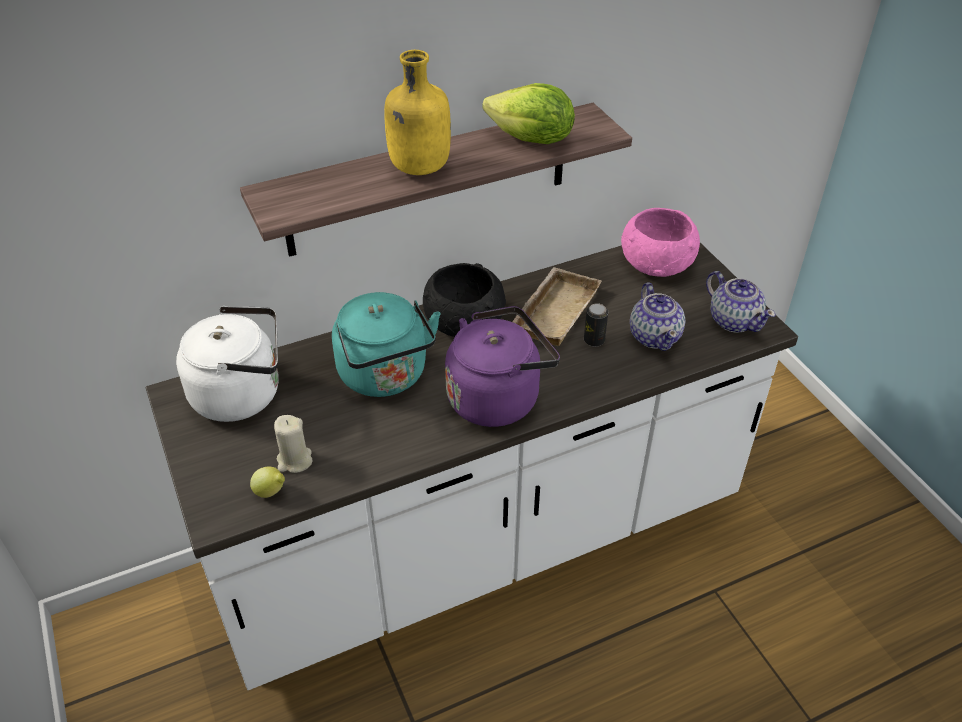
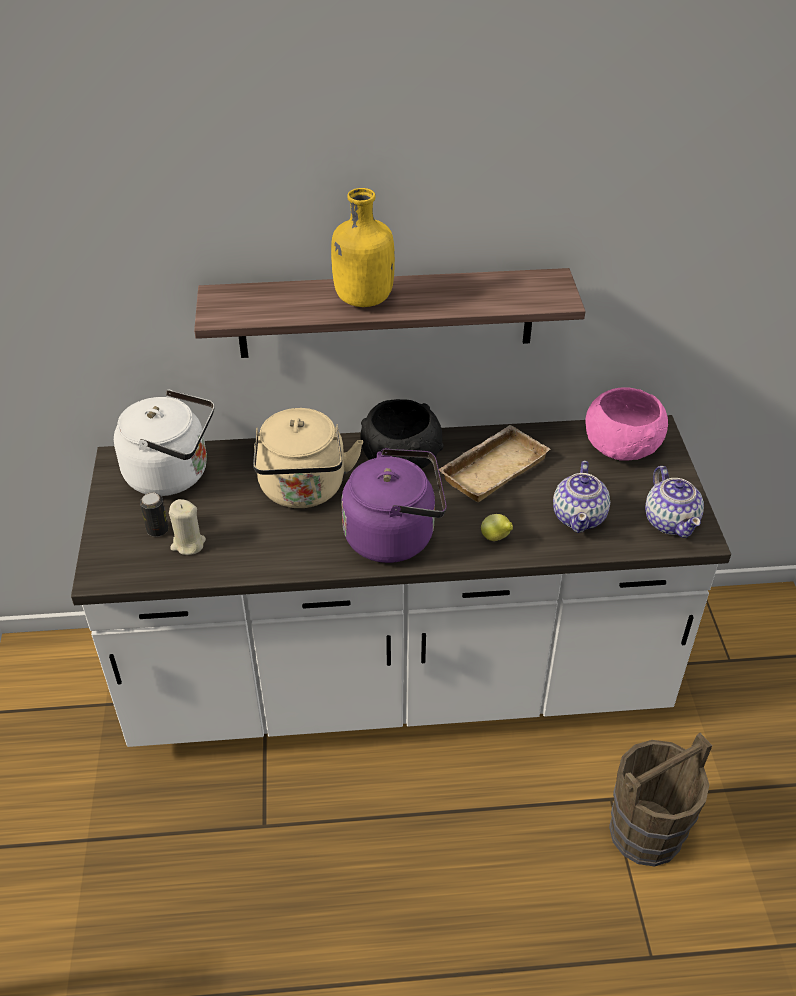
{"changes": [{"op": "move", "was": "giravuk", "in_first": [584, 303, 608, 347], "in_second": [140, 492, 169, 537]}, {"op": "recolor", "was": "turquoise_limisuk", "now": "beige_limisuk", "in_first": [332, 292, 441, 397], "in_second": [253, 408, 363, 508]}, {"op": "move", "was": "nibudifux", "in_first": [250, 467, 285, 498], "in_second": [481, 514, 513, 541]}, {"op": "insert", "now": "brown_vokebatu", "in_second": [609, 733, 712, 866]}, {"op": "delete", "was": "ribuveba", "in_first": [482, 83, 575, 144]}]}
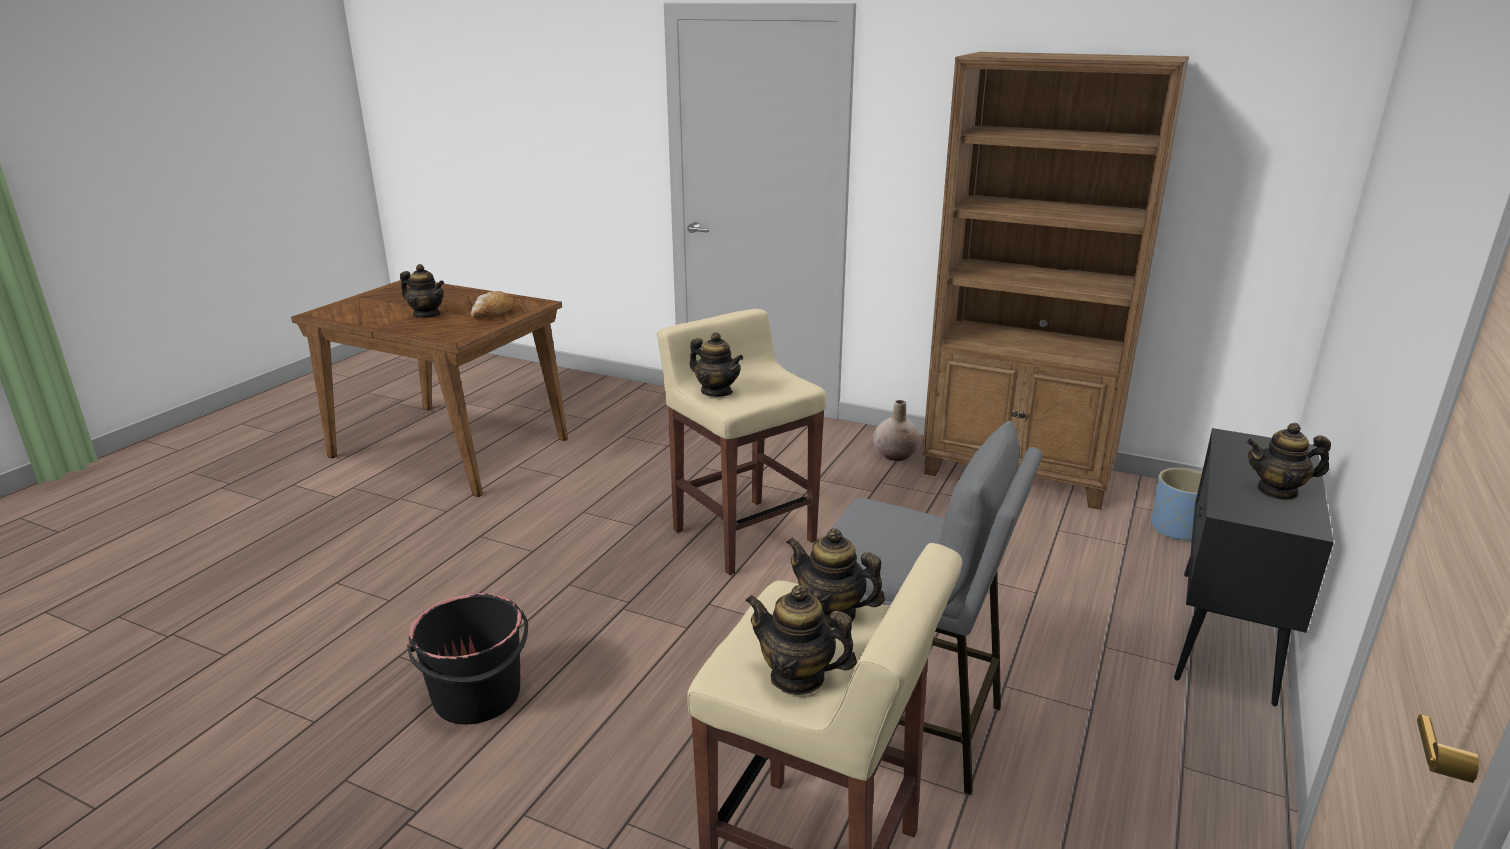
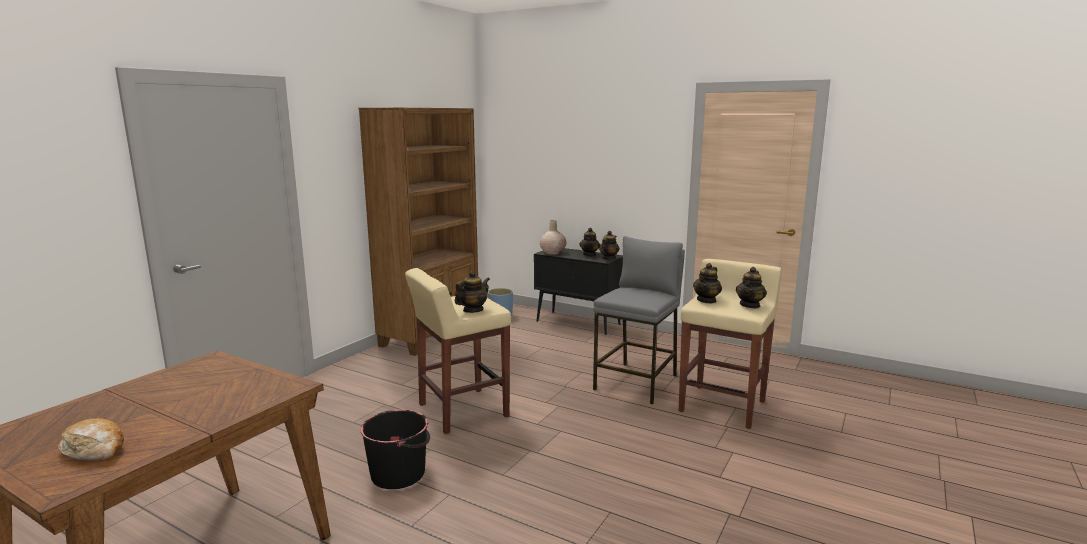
{"changes": [{"op": "move", "was": "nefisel", "in_first": [471, 291, 514, 318], "in_second": [58, 418, 124, 461]}, {"op": "move", "was": "black_vokebatu", "in_first": [407, 593, 528, 724], "in_second": [360, 409, 430, 489]}, {"op": "move", "was": "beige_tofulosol", "in_first": [873, 400, 921, 461], "in_second": [540, 220, 566, 255]}, {"op": "move", "was": "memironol", "in_first": [400, 264, 444, 318], "in_second": [599, 231, 619, 260]}]}
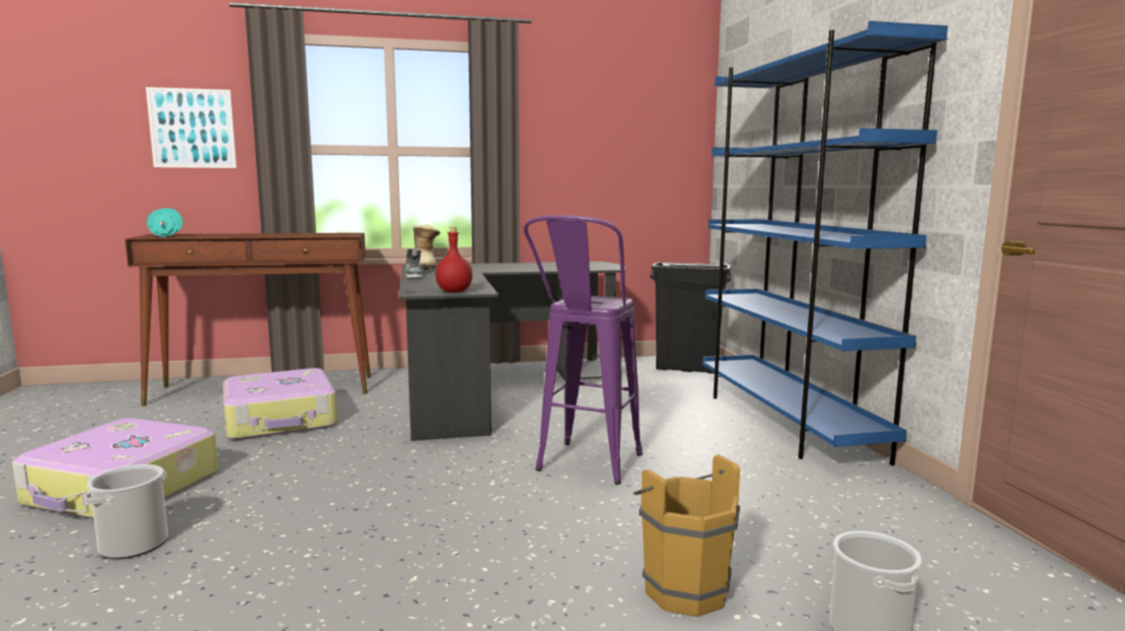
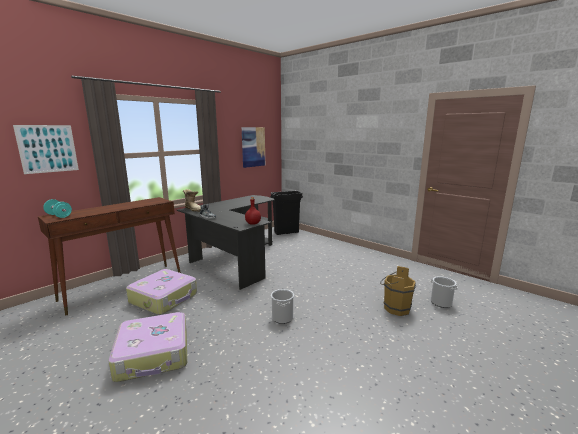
{"changes": [{"op": "insert", "now": "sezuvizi", "in_second": [242, 127, 265, 168]}, {"op": "move", "was": "vokebatu", "in_first": [84, 464, 168, 559], "in_second": [271, 289, 294, 324]}, {"op": "delete", "was": "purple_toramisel", "in_first": [524, 215, 643, 485]}, {"op": "delete", "was": "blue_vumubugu", "in_first": [702, 21, 948, 466]}]}
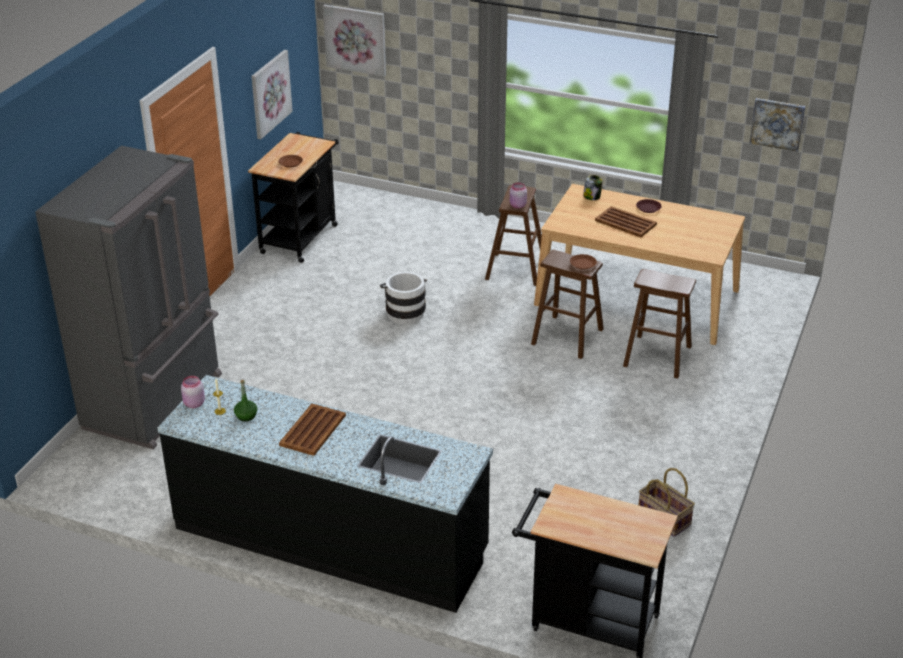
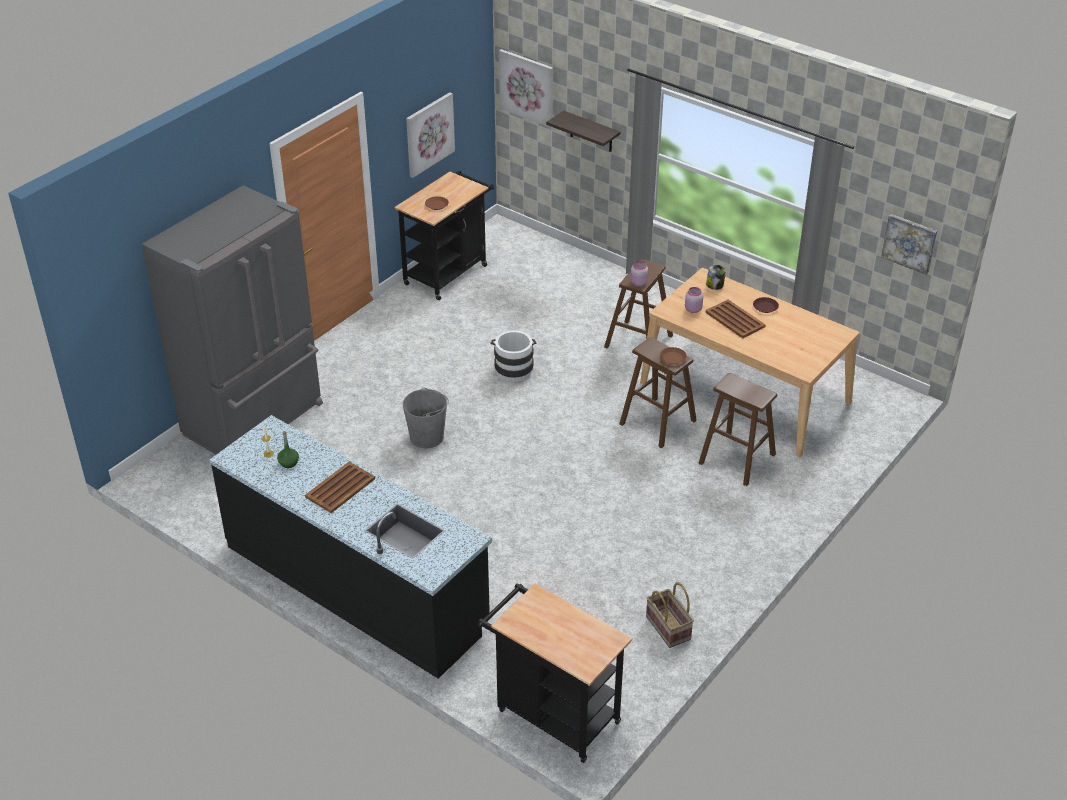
{"changes": [{"op": "insert", "now": "grey_vokebatu", "in_second": [403, 388, 449, 448]}, {"op": "insert", "now": "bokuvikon", "in_second": [546, 111, 620, 152]}, {"op": "move", "was": "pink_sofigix", "in_first": [181, 376, 205, 408], "in_second": [685, 287, 703, 313]}]}
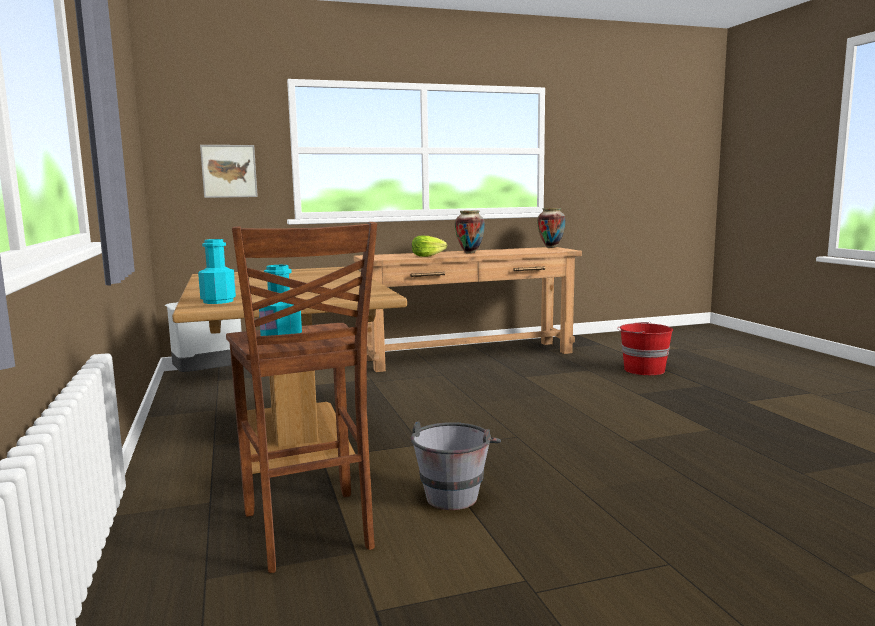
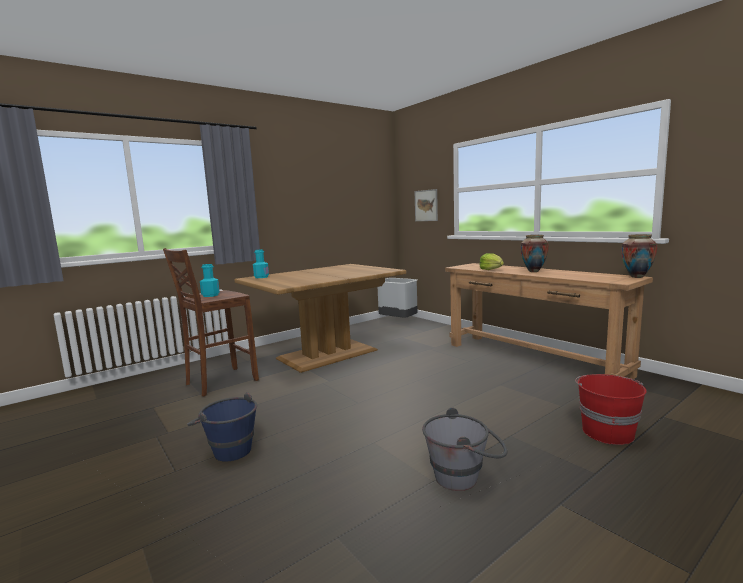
{"changes": [{"op": "insert", "now": "blue_vokebatu", "in_second": [187, 392, 257, 462]}, {"op": "move", "was": "grey_vokebatu", "in_first": [411, 422, 501, 510], "in_second": [422, 408, 508, 491]}]}
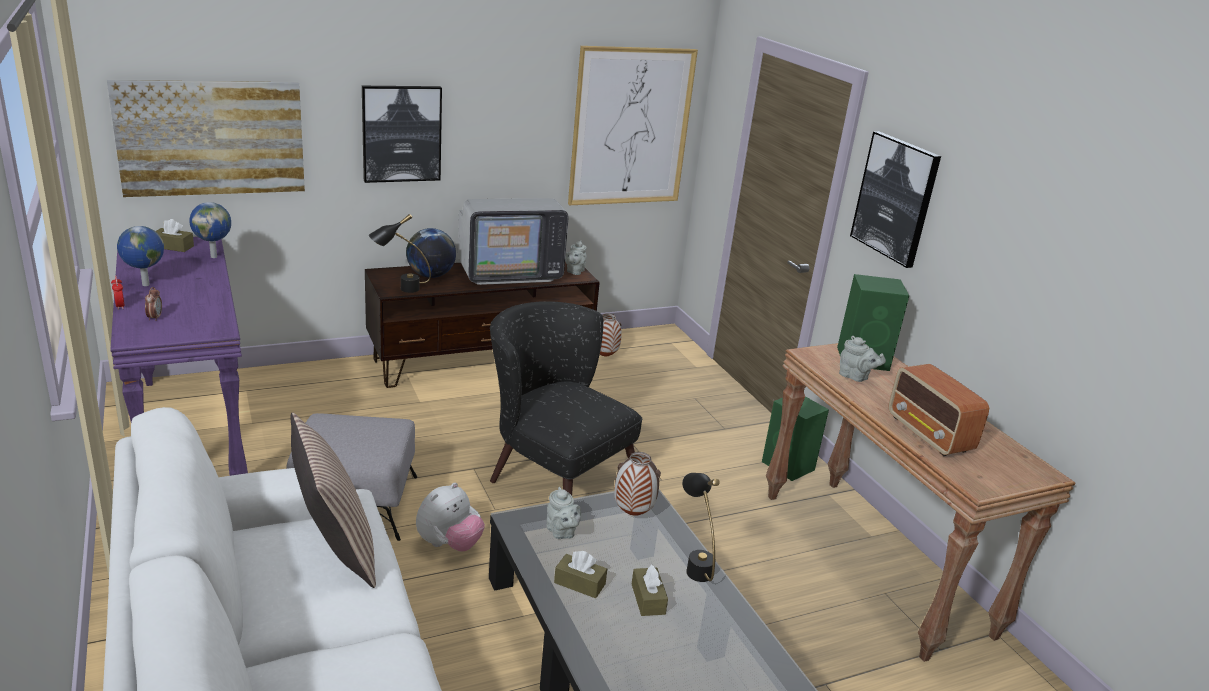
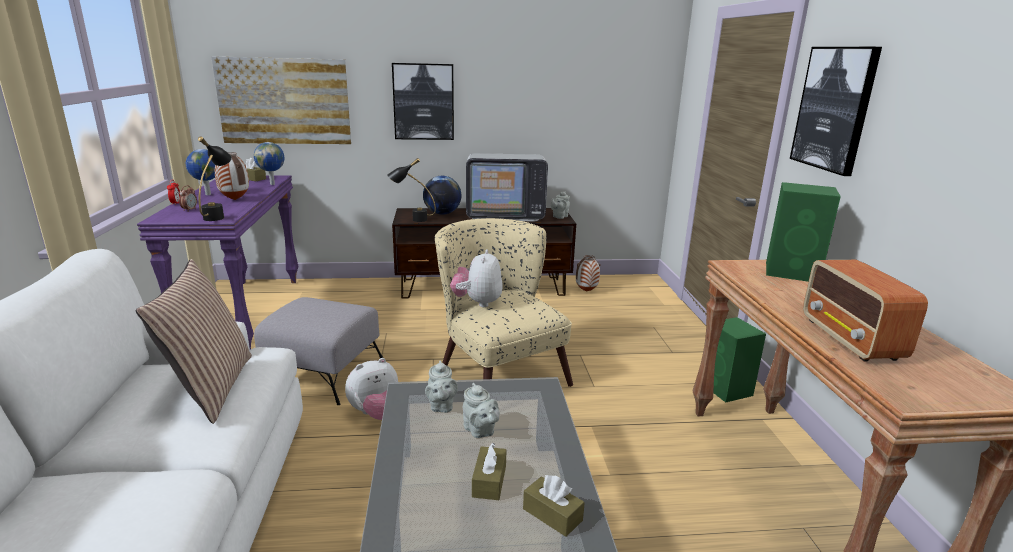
{"changes": [{"op": "move", "was": "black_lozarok", "in_first": [682, 473, 720, 582], "in_second": [198, 136, 232, 221]}, {"op": "move", "was": "tofulosol", "in_first": [614, 452, 661, 516], "in_second": [215, 152, 249, 200]}, {"op": "recolor", "was": "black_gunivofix", "now": "beige_gunivofix", "in_first": [490, 301, 643, 495], "in_second": [435, 218, 573, 387]}, {"op": "insert", "now": "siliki", "in_second": [450, 249, 503, 307]}, {"op": "move", "was": "grey_memironol", "in_first": [839, 336, 886, 382], "in_second": [463, 383, 500, 438]}, {"op": "move", "was": "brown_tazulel", "in_first": [554, 551, 607, 598], "in_second": [523, 475, 585, 537]}, {"op": "delete", "was": "sezuvizi", "in_first": [568, 46, 698, 205]}]}
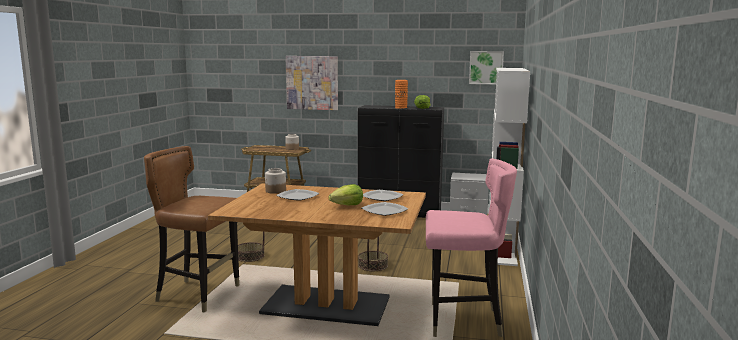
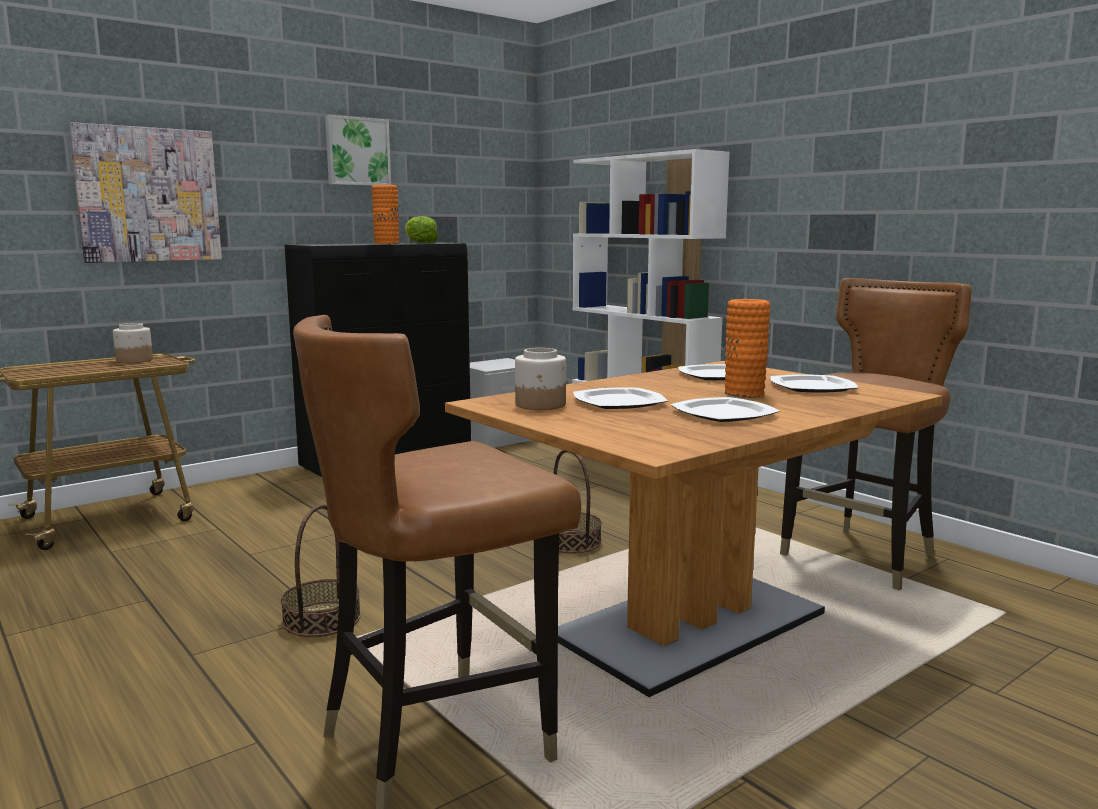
{"changes": [{"op": "move", "was": "sezuvizi", "in_first": [469, 51, 504, 85], "in_second": [325, 115, 391, 186]}, {"op": "insert", "now": "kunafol", "in_second": [670, 397, 780, 422]}, {"op": "replace", "was": "ribuveba", "now": "orange_tofulosol", "in_first": [328, 184, 363, 205], "in_second": [725, 299, 771, 398]}, {"op": "recolor", "was": "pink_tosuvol", "now": "brown_tosuvol", "in_first": [426, 159, 517, 337], "in_second": [780, 278, 972, 591]}]}
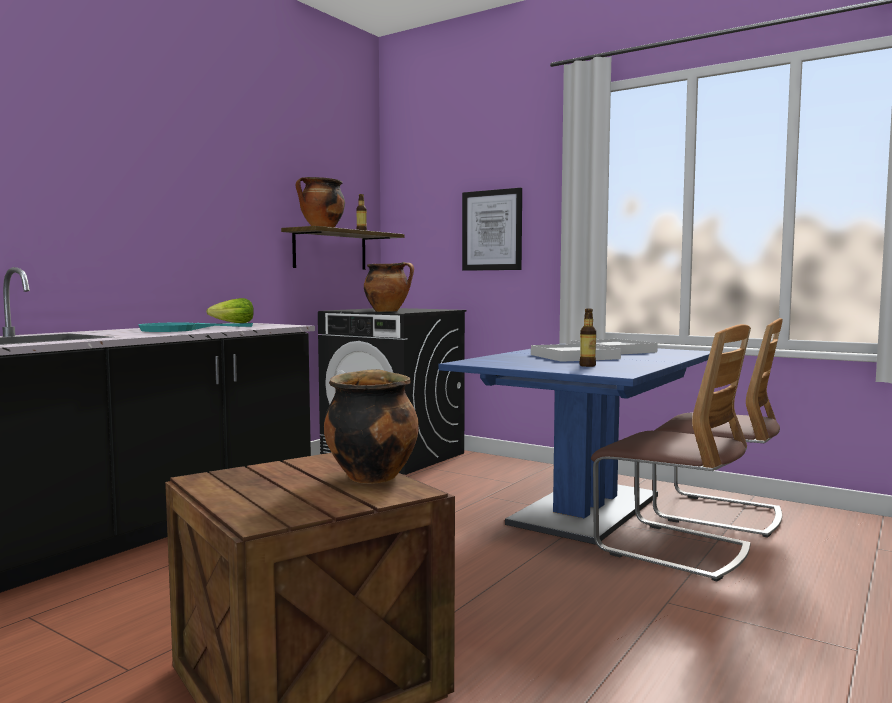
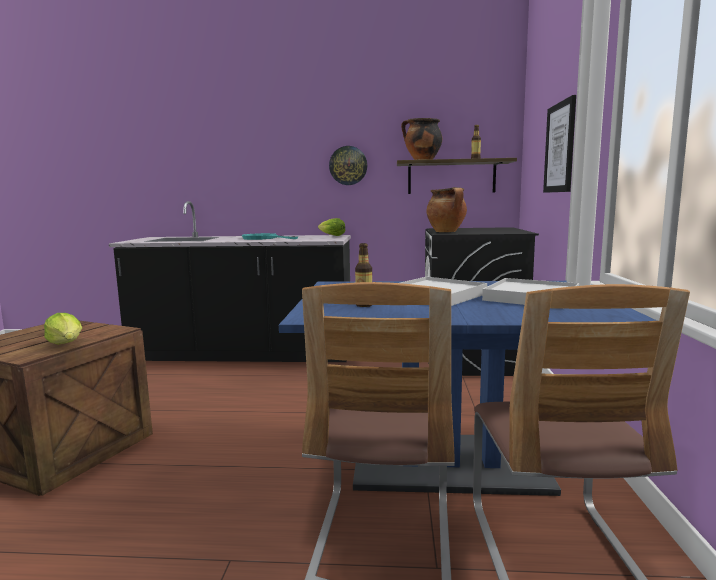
{"changes": [{"op": "replace", "was": "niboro", "now": "ribuveba", "in_first": [324, 369, 419, 484], "in_second": [44, 313, 82, 345]}, {"op": "insert", "now": "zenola", "in_second": [329, 146, 367, 185]}]}
